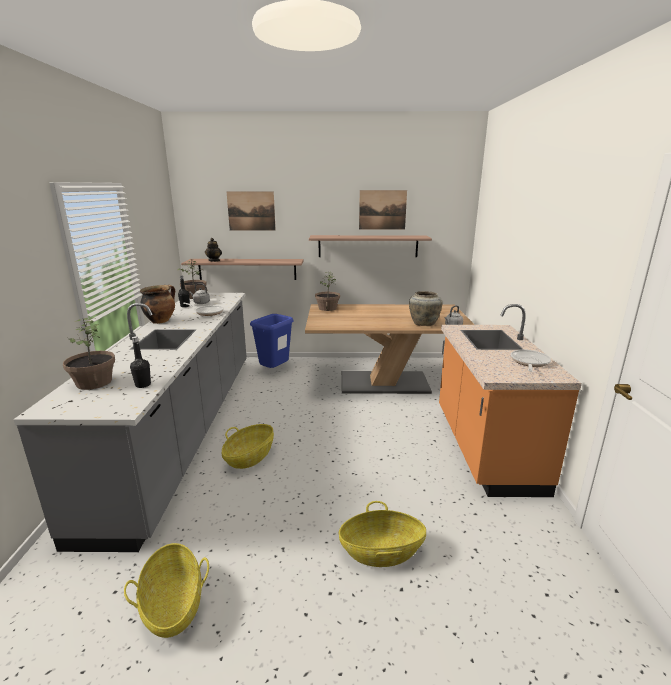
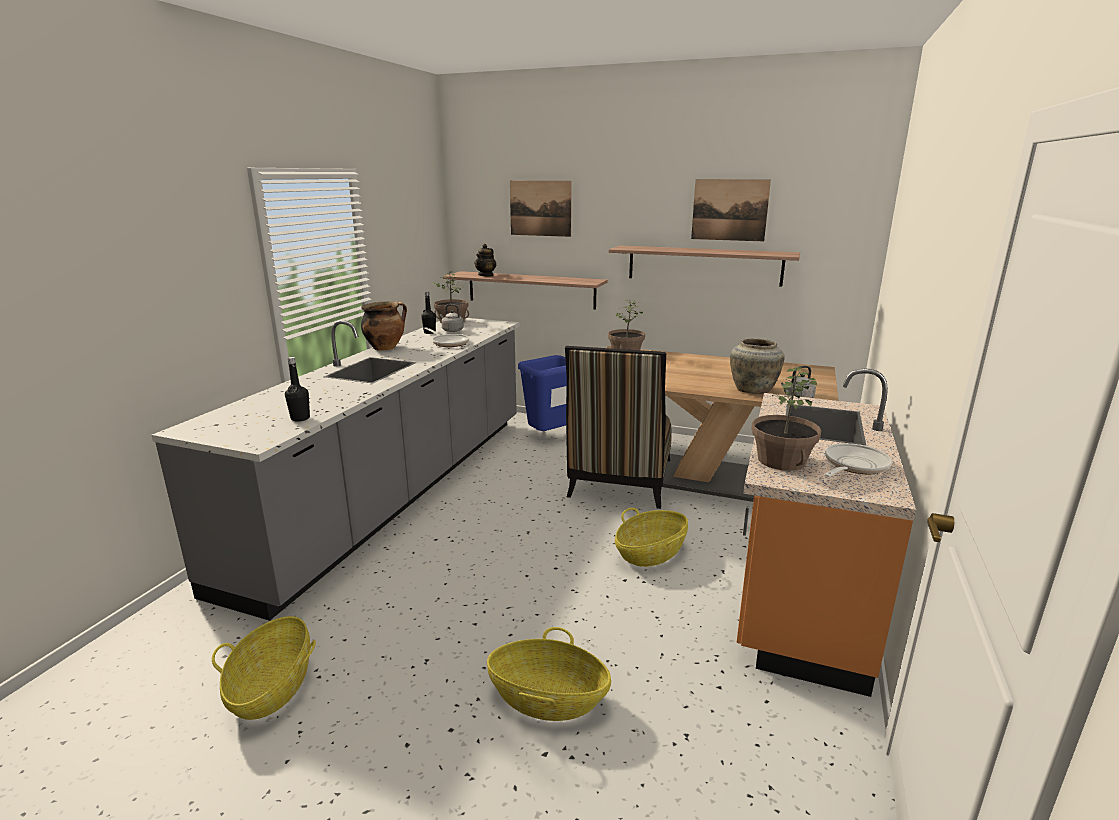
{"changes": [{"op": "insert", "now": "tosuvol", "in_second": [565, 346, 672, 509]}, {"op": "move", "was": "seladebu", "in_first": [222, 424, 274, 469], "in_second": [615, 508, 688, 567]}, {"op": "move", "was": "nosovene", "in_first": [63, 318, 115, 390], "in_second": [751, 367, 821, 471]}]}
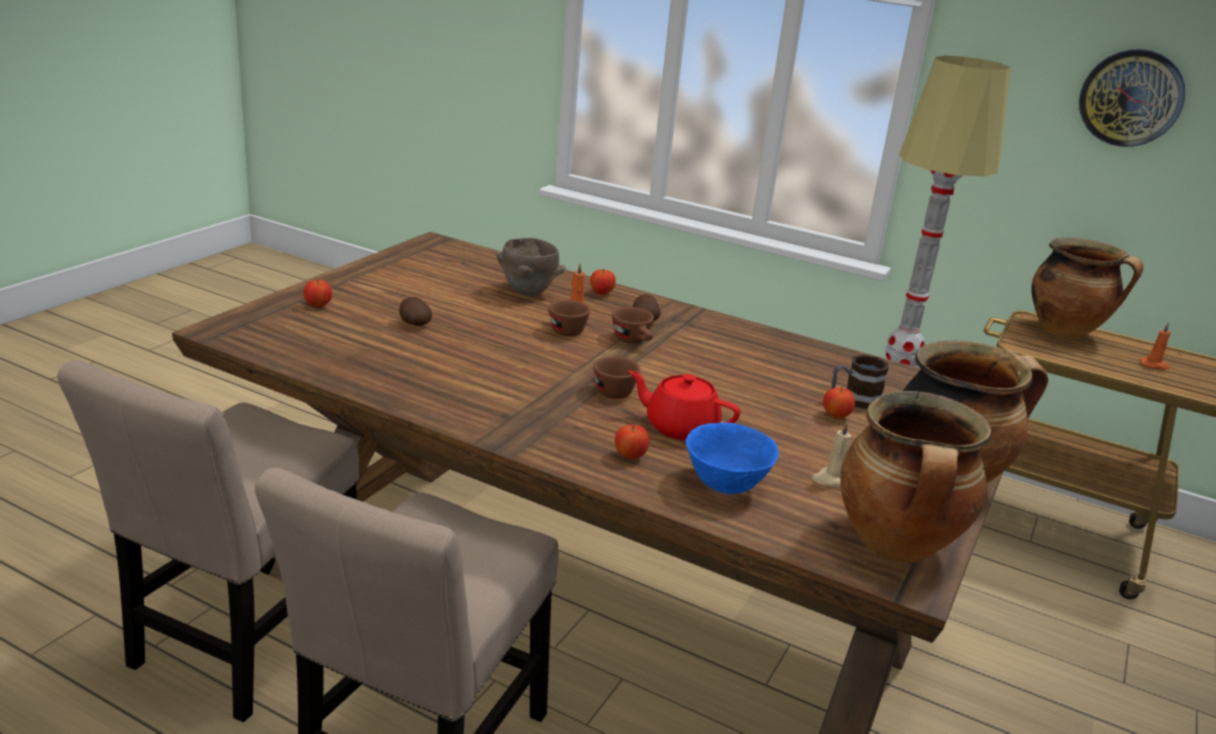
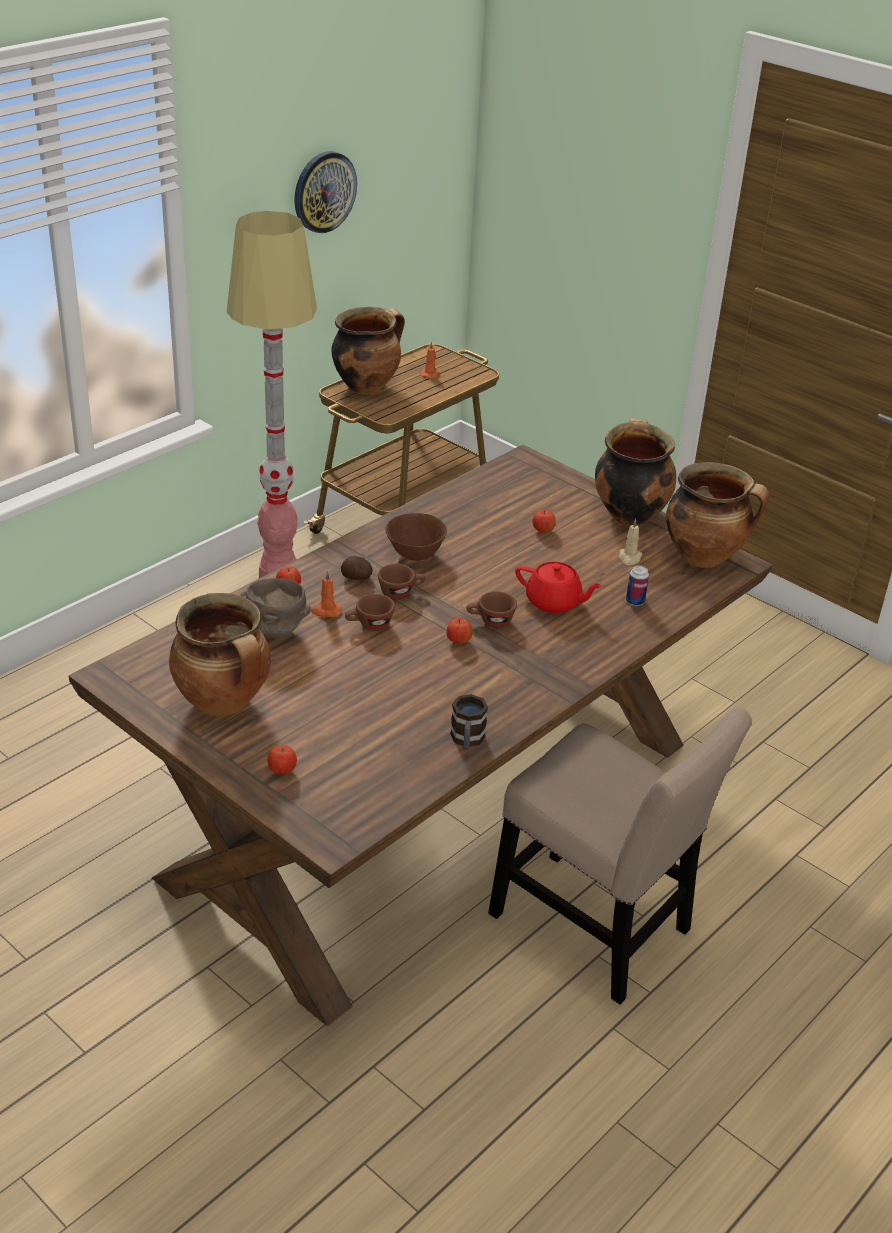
{"changes": [{"op": "insert", "now": "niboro", "in_second": [169, 593, 271, 717]}, {"op": "insert", "now": "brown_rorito", "in_second": [385, 513, 447, 561]}, {"op": "move", "was": "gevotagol", "in_first": [615, 425, 649, 459], "in_second": [447, 618, 472, 644]}, {"op": "move", "was": "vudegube", "in_first": [831, 355, 889, 409], "in_second": [450, 694, 488, 750]}, {"op": "rotate", "was": "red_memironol", "in_first": [628, 371, 740, 441], "in_second": [515, 562, 602, 613], "clockwise": -105}, {"op": "replace", "was": "blue_rorito", "now": "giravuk", "in_first": [685, 423, 779, 494], "in_second": [626, 565, 649, 606]}, {"op": "delete", "was": "beige_tosuvol", "in_first": [57, 361, 359, 722]}, {"op": "delete", "was": "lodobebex", "in_first": [399, 297, 432, 326]}]}
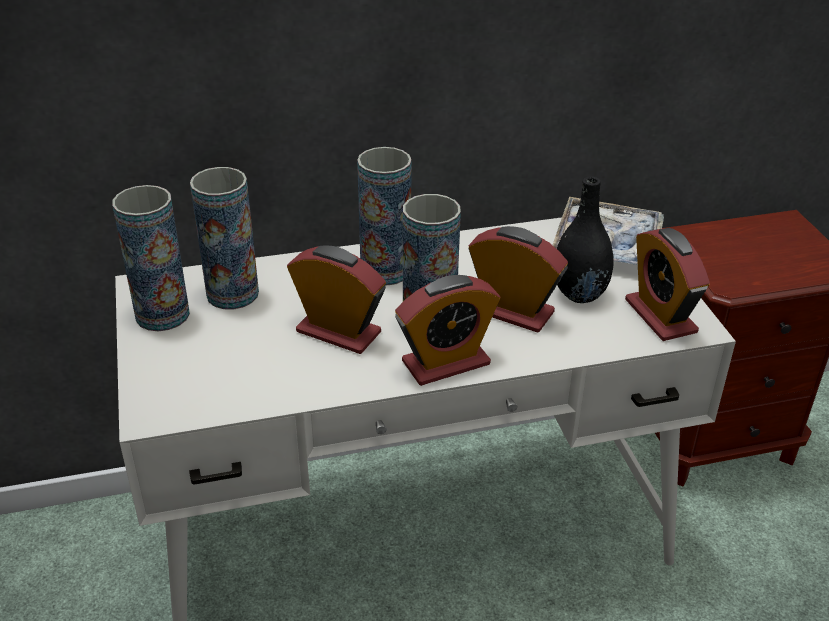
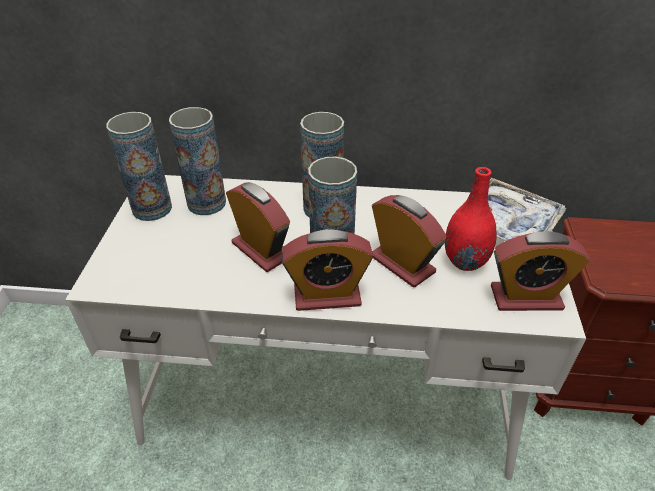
{"changes": [{"op": "recolor", "was": "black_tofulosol", "now": "red_tofulosol", "in_first": [557, 176, 614, 303], "in_second": [445, 167, 497, 271]}, {"op": "rotate", "was": "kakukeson", "in_first": [625, 228, 710, 341], "in_second": [491, 231, 590, 311], "clockwise": -90}]}
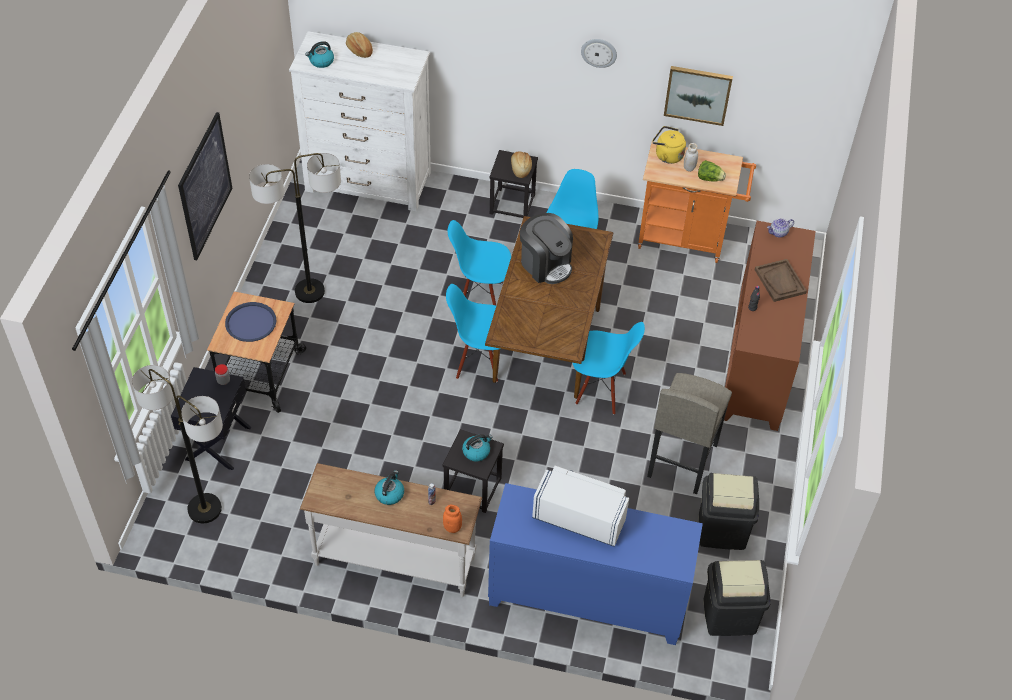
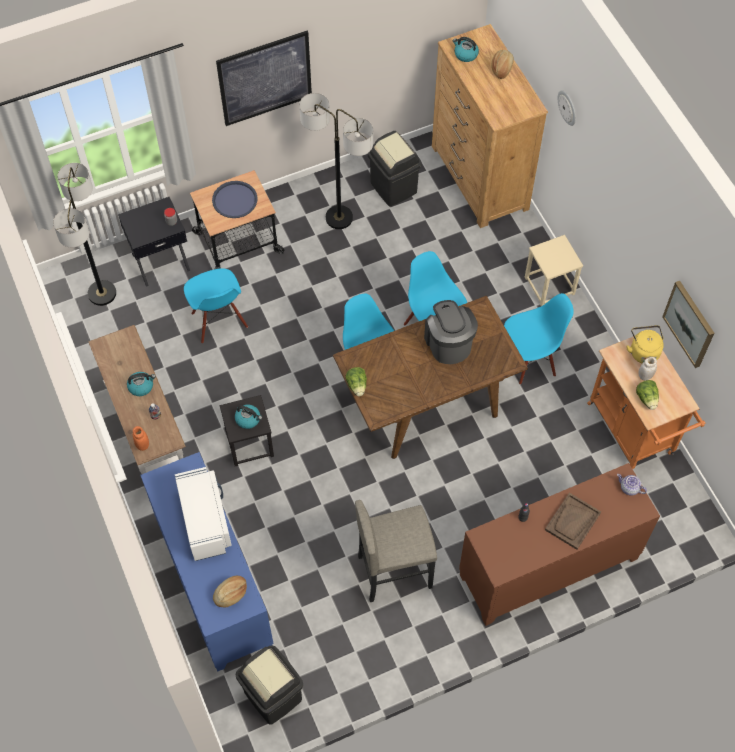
{"changes": [{"op": "move", "was": "blue_tosuvol", "in_first": [573, 322, 645, 415], "in_second": [184, 268, 248, 343]}, {"op": "move", "was": "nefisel", "in_first": [511, 151, 532, 178], "in_second": [213, 576, 247, 607]}, {"op": "insert", "now": "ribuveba", "in_second": [346, 367, 367, 396]}, {"op": "move", "was": "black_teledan", "in_first": [698, 473, 759, 550], "in_second": [368, 131, 422, 206]}, {"op": "rotate", "was": "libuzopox", "in_first": [520, 213, 573, 284], "in_second": [424, 300, 478, 364], "clockwise": 150}, {"op": "recolor", "was": "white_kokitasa", "now": "brown_kokitasa", "in_first": [289, 31, 431, 211], "in_second": [432, 24, 548, 228]}, {"op": "recolor", "was": "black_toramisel", "now": "beige_toramisel", "in_first": [490, 150, 538, 218], "in_second": [525, 235, 583, 306]}, {"op": "move", "was": "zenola", "in_first": [581, 39, 617, 68], "in_second": [558, 90, 576, 126]}]}
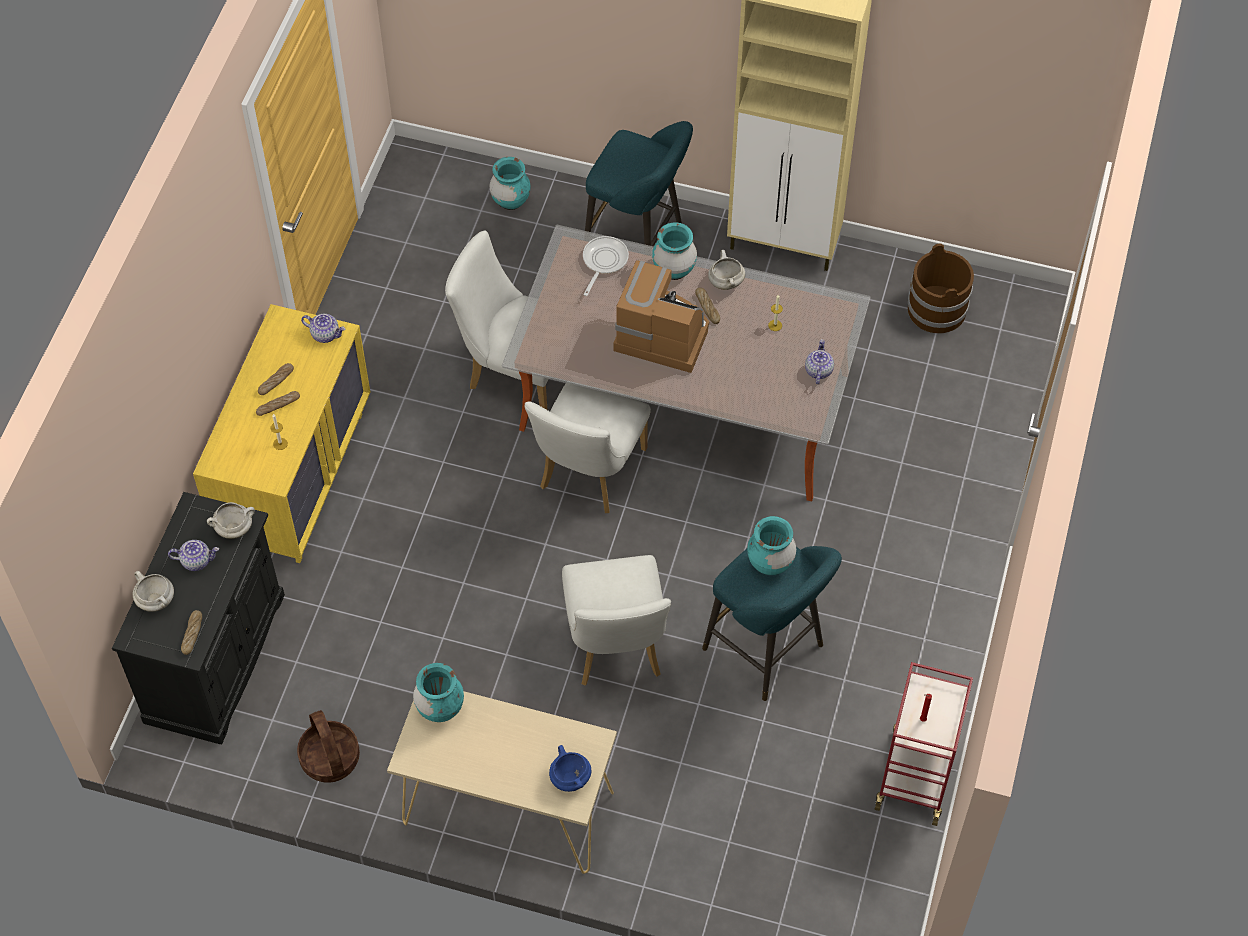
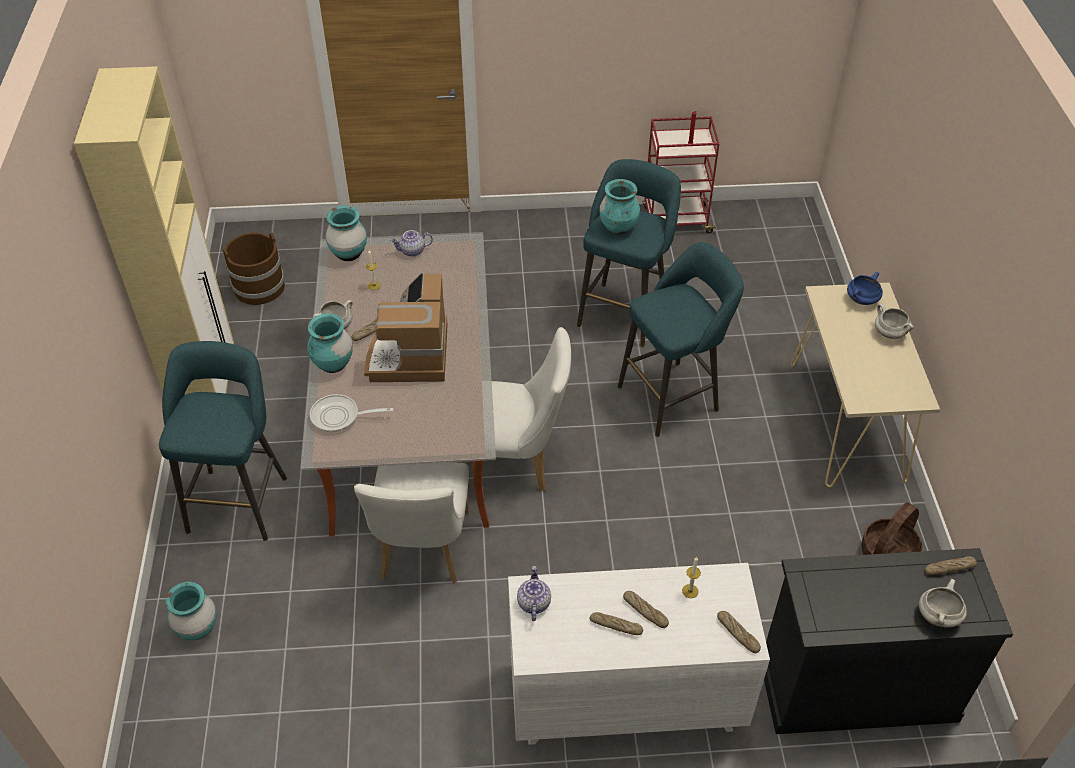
{"changes": [{"op": "move", "was": "turquoise_tofulosol", "in_first": [413, 663, 464, 722], "in_second": [325, 205, 367, 261]}, {"op": "recolor", "was": "yellow_kokitasa", "now": "white_kokitasa", "in_first": [193, 304, 370, 563], "in_second": [508, 563, 770, 745]}, {"op": "replace", "was": "white_tosuvol", "now": "turquoise_toramisel", "in_first": [562, 555, 671, 686], "in_second": [618, 242, 744, 437]}, {"op": "insert", "now": "nefisel", "in_second": [717, 611, 761, 653]}, {"op": "move", "was": "white_niboro", "in_first": [207, 502, 255, 539], "in_second": [875, 304, 914, 339]}, {"op": "delete", "was": "memironol", "in_first": [168, 540, 219, 571]}]}
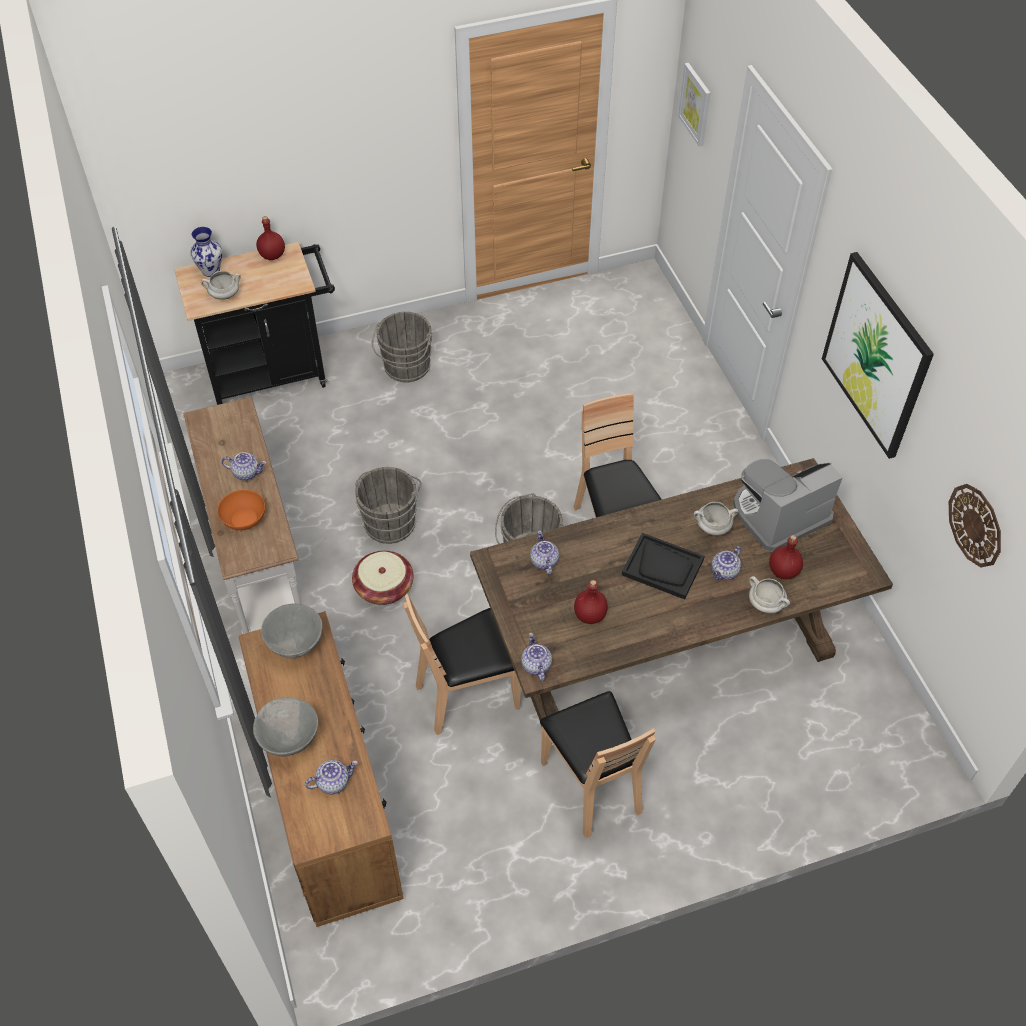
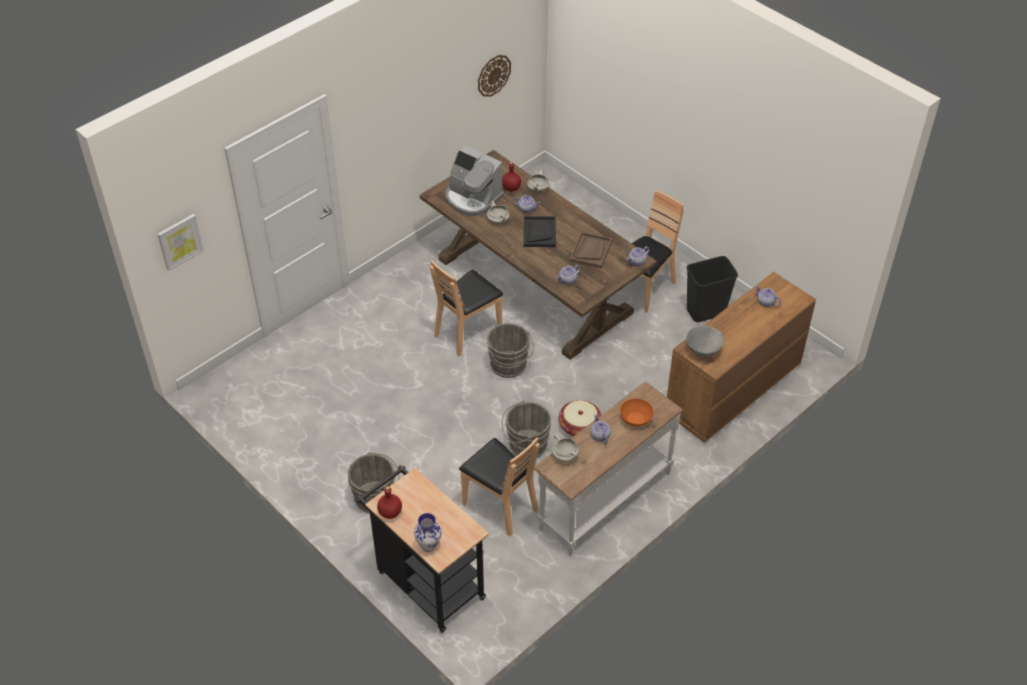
{"changes": [{"op": "move", "was": "brown_tosuvol", "in_first": [403, 594, 521, 735], "in_second": [459, 437, 540, 536]}, {"op": "move", "was": "white_niboro", "in_first": [201, 271, 241, 300], "in_second": [552, 435, 579, 462]}, {"op": "replace", "was": "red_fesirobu", "now": "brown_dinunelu", "in_first": [574, 580, 608, 624], "in_second": [570, 232, 612, 269]}, {"op": "insert", "now": "black_teledan", "in_second": [687, 256, 738, 322]}, {"op": "delete", "was": "grey_rorito", "in_first": [253, 697, 318, 756]}, {"op": "delete", "was": "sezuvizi", "in_first": [822, 252, 934, 459]}]}
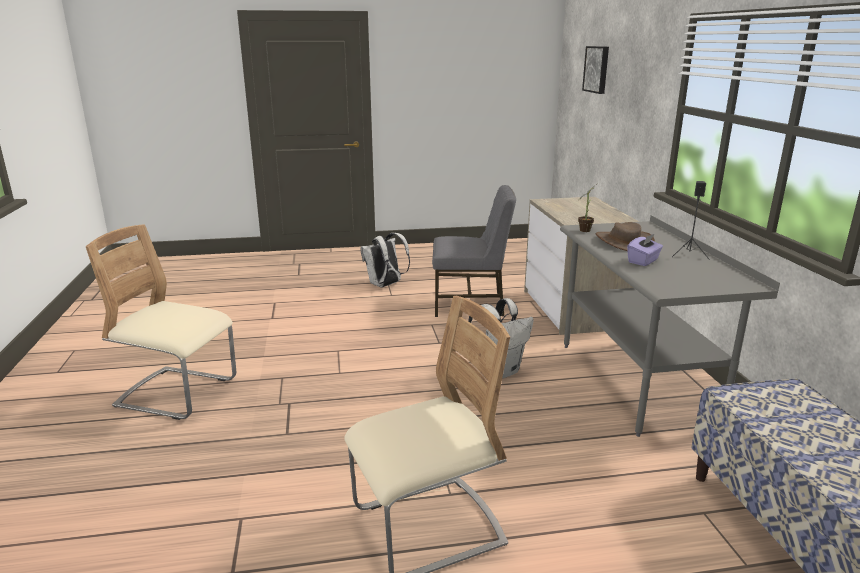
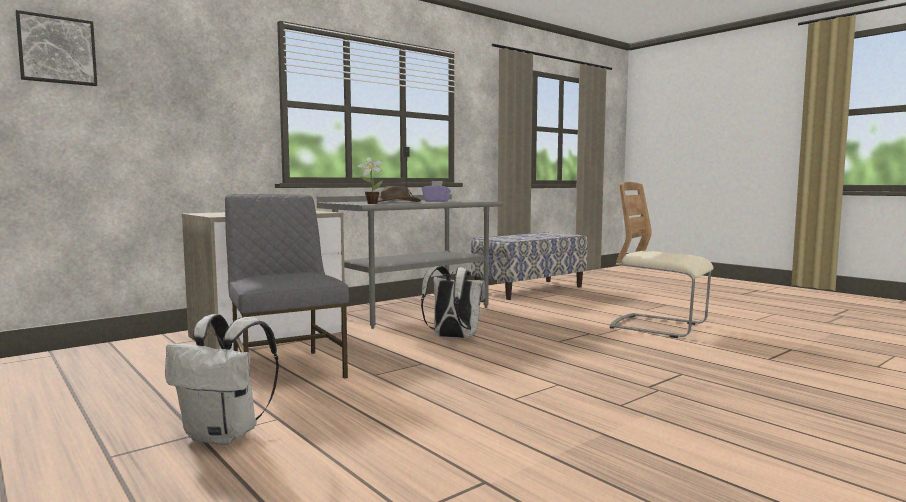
{"changes": [{"op": "delete", "was": "beige_tosuvol", "in_first": [86, 224, 236, 420]}]}
